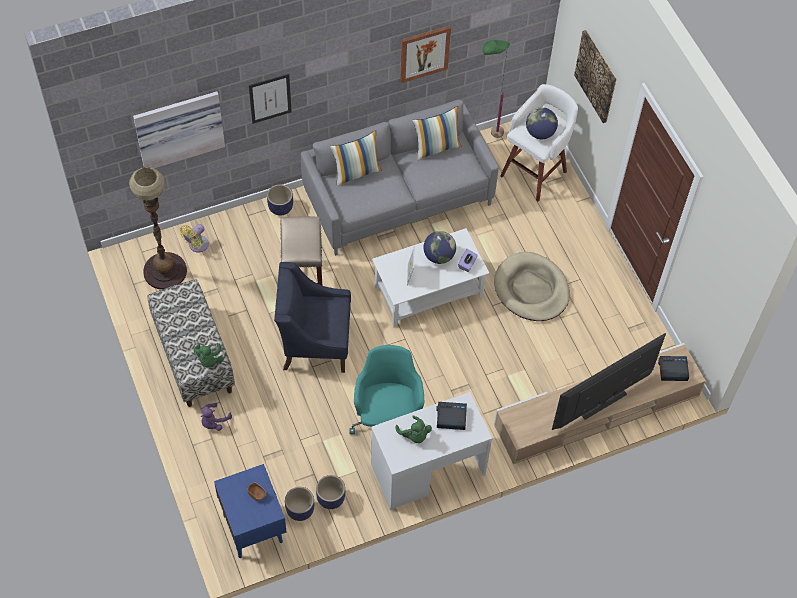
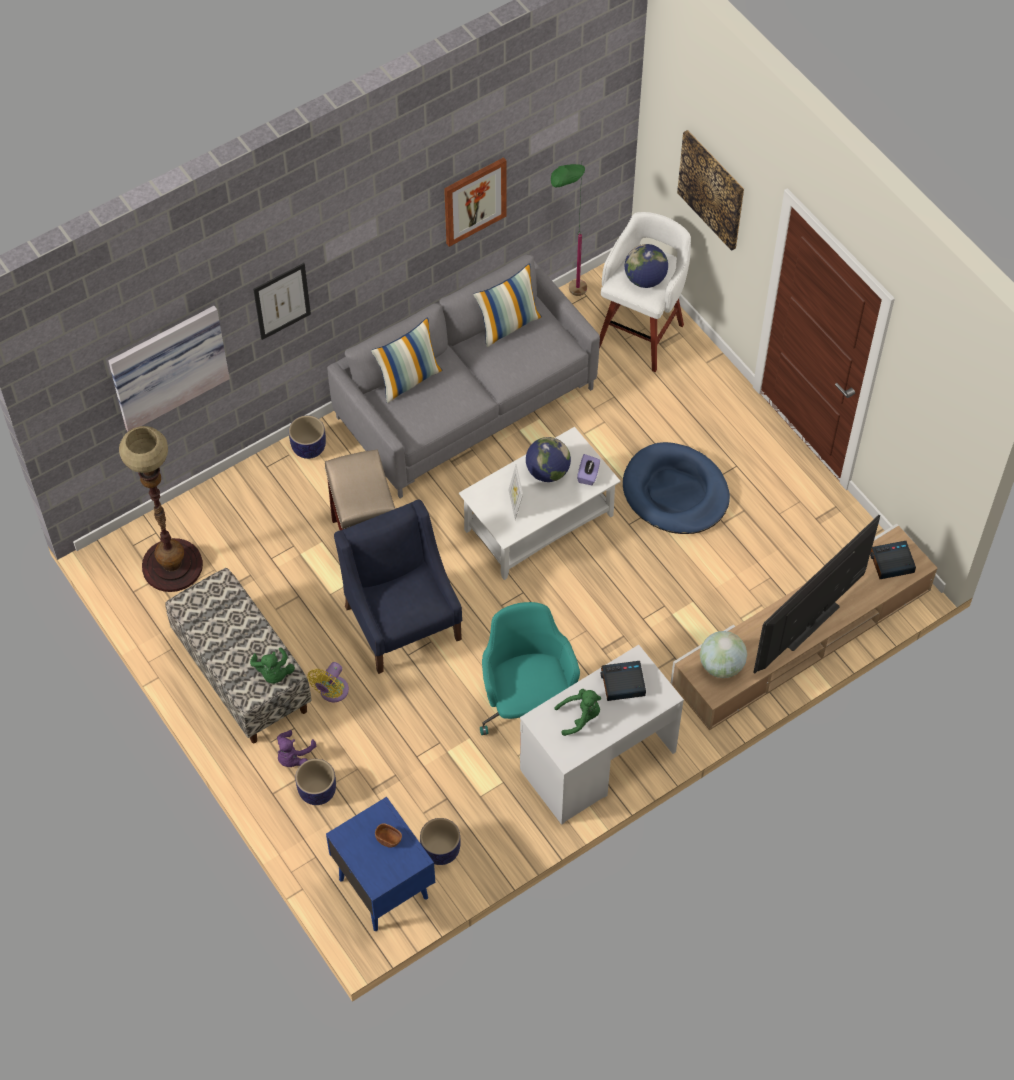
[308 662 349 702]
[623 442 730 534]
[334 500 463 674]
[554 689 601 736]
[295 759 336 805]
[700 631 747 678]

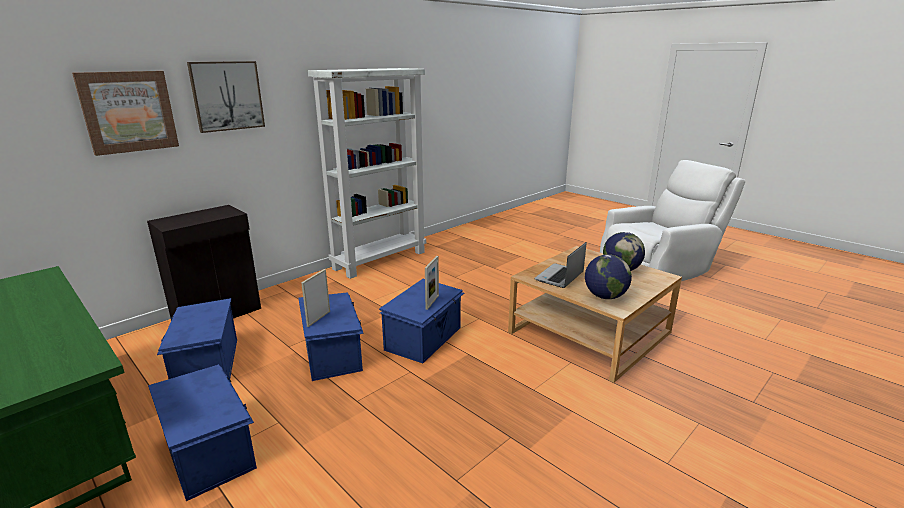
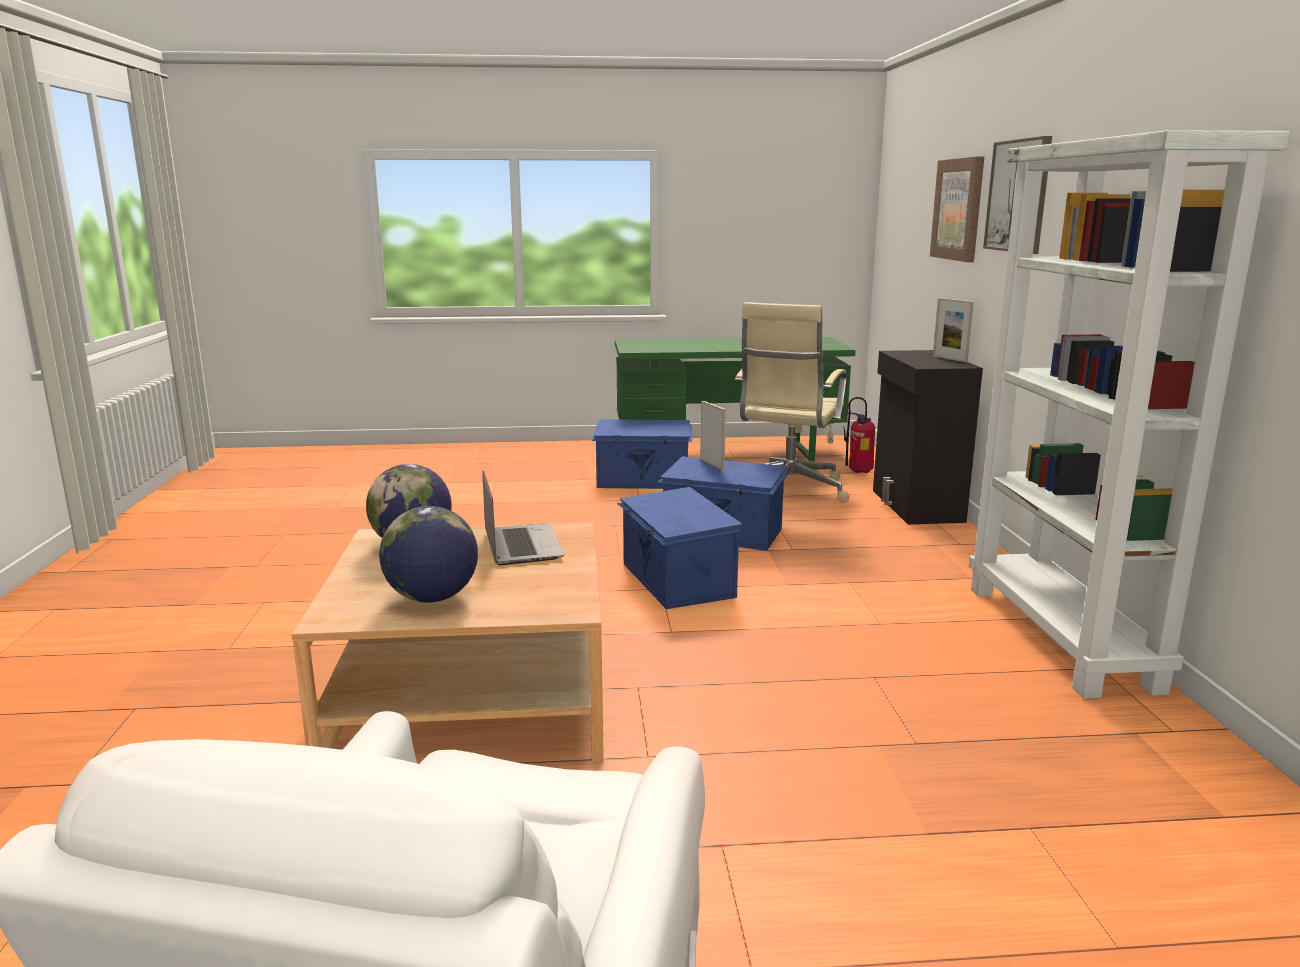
[933 298 974 362]
[735 302 849 503]
[843 397 875 473]

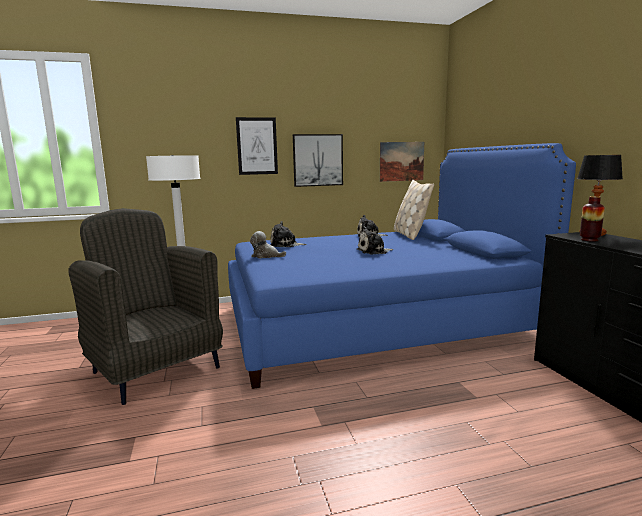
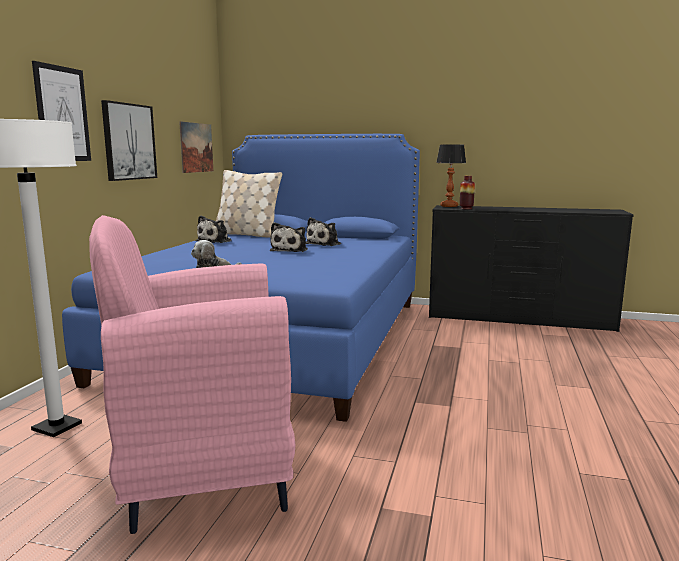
[89 215 295 534]
[306 217 341 246]

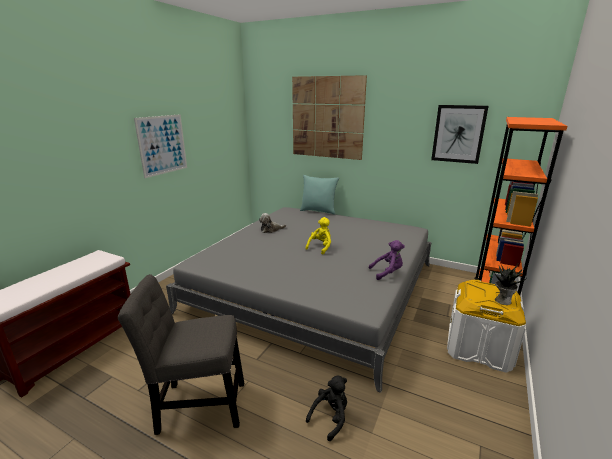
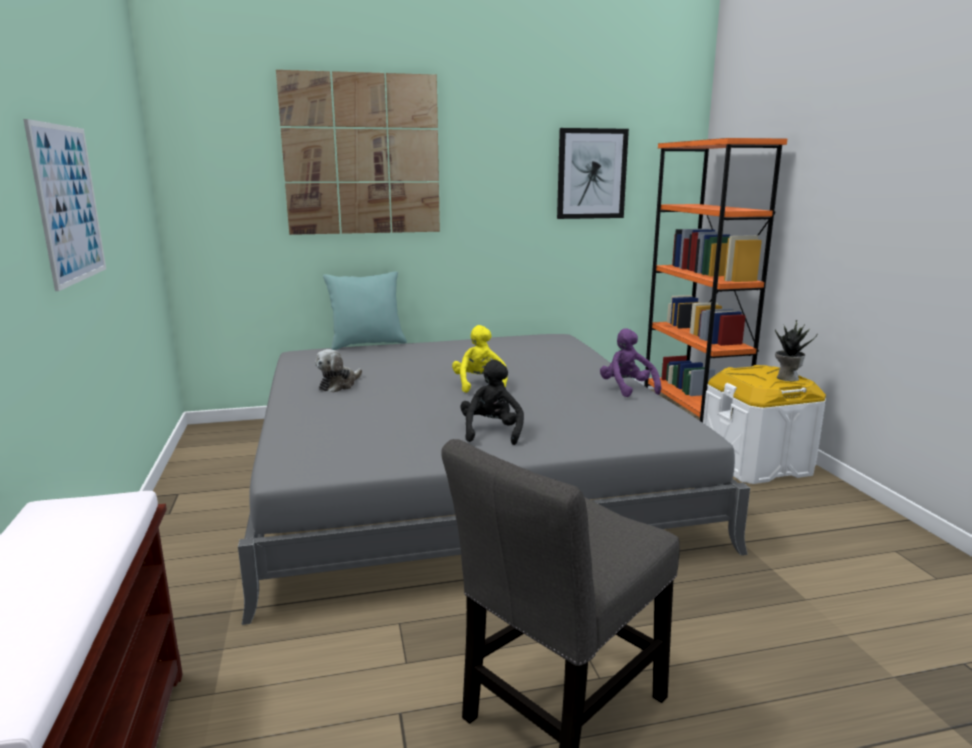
[600 328 661 397]
[460 360 524 445]

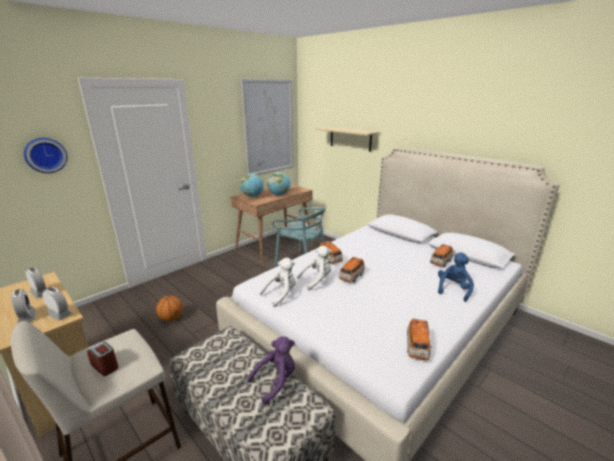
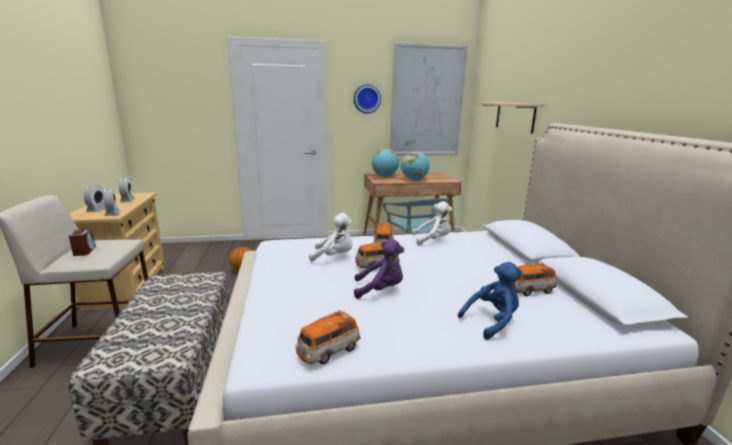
[354 84 381 114]
[412 201 452 245]
[354 239 404 299]

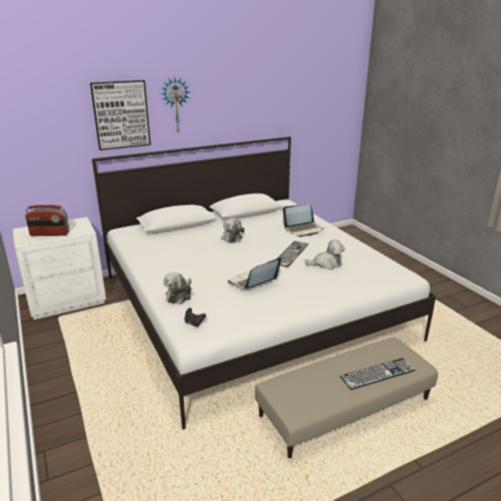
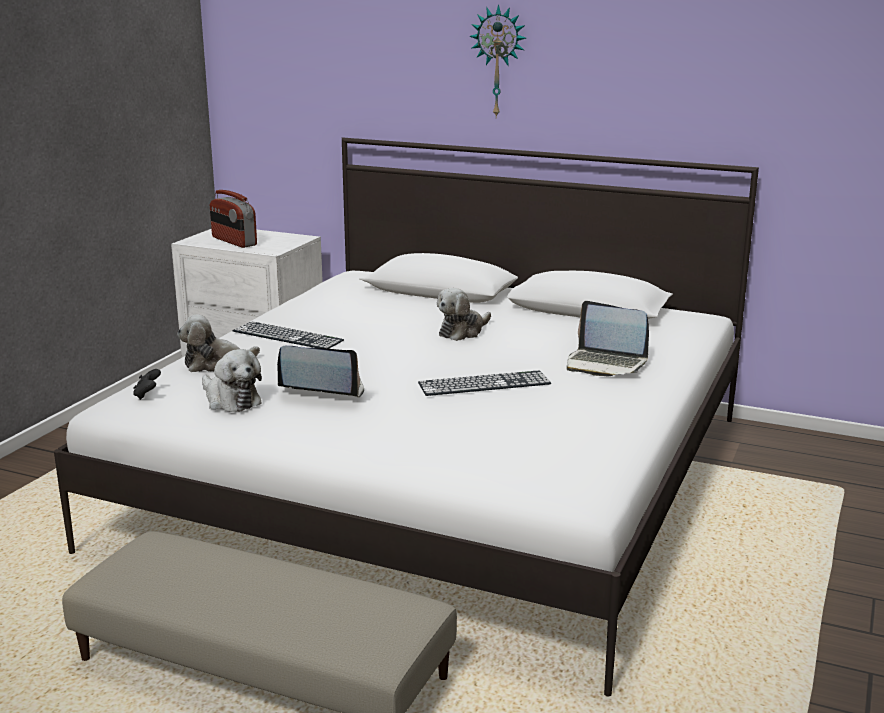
[90 80 151 150] (first image)
[202 349 262 412]
[233 321 344 349]

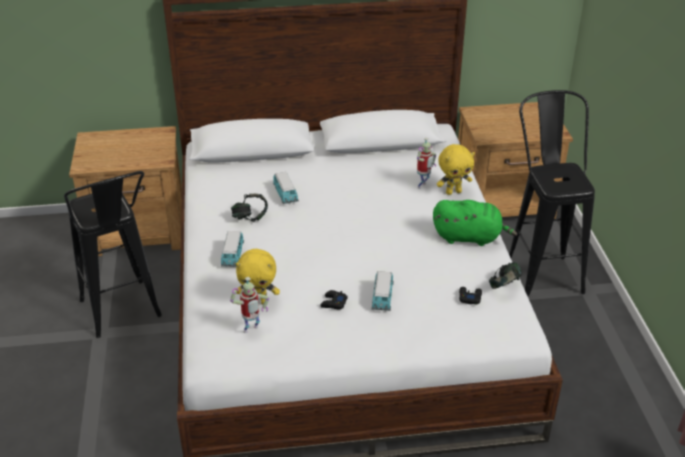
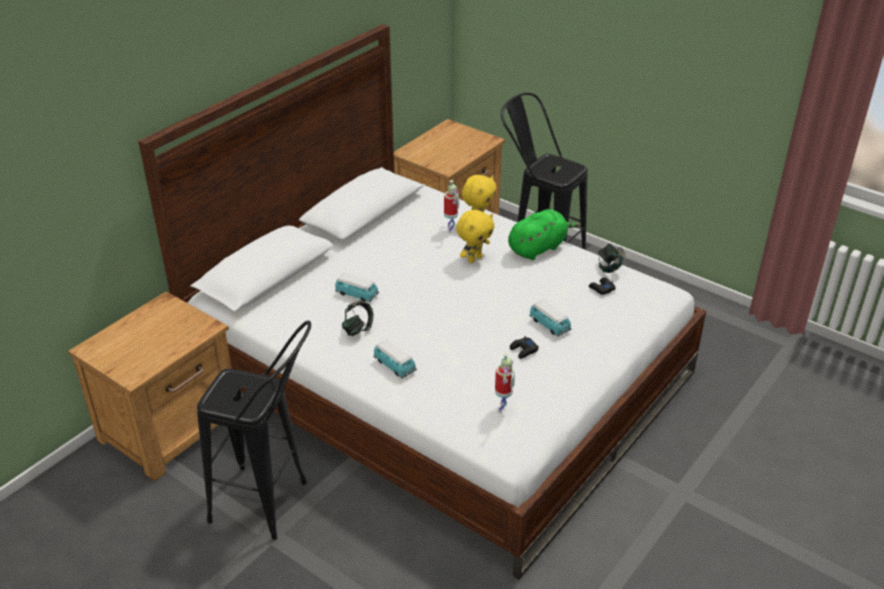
[456 210 494 263]

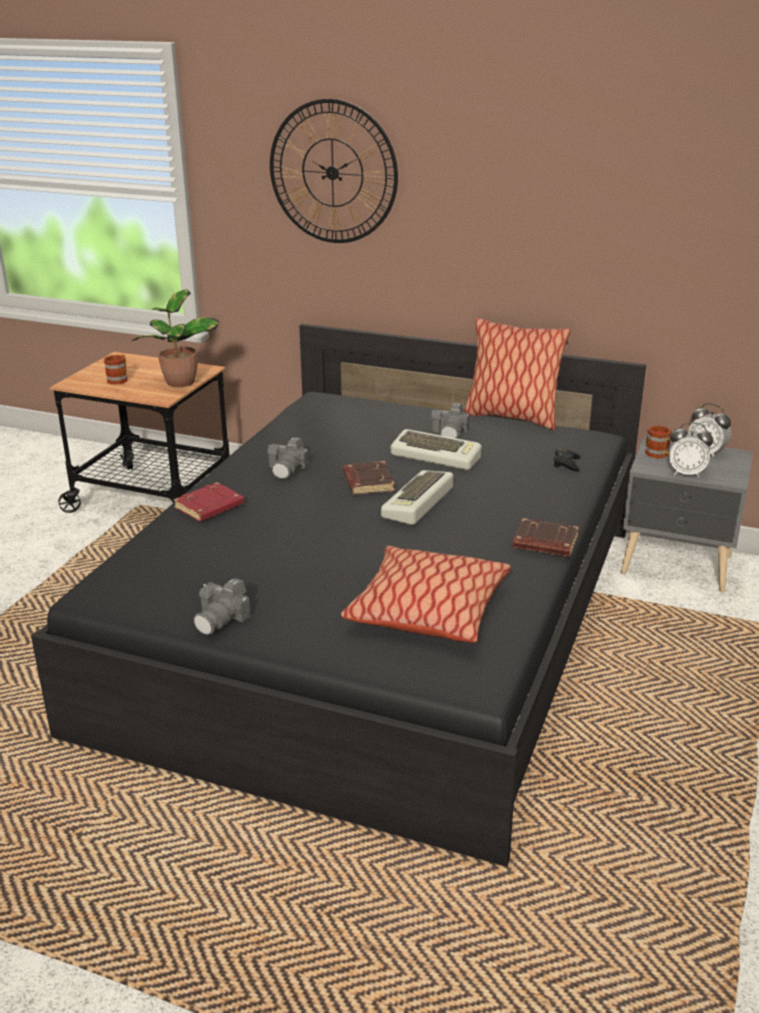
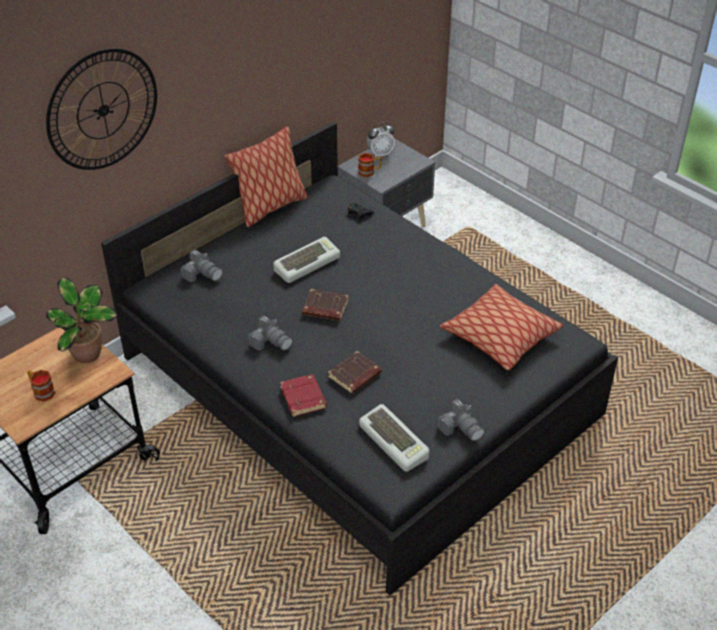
[180 250 223 282]
[669 422 714 478] (first image)
[359 404 429 472]
[328 351 382 394]

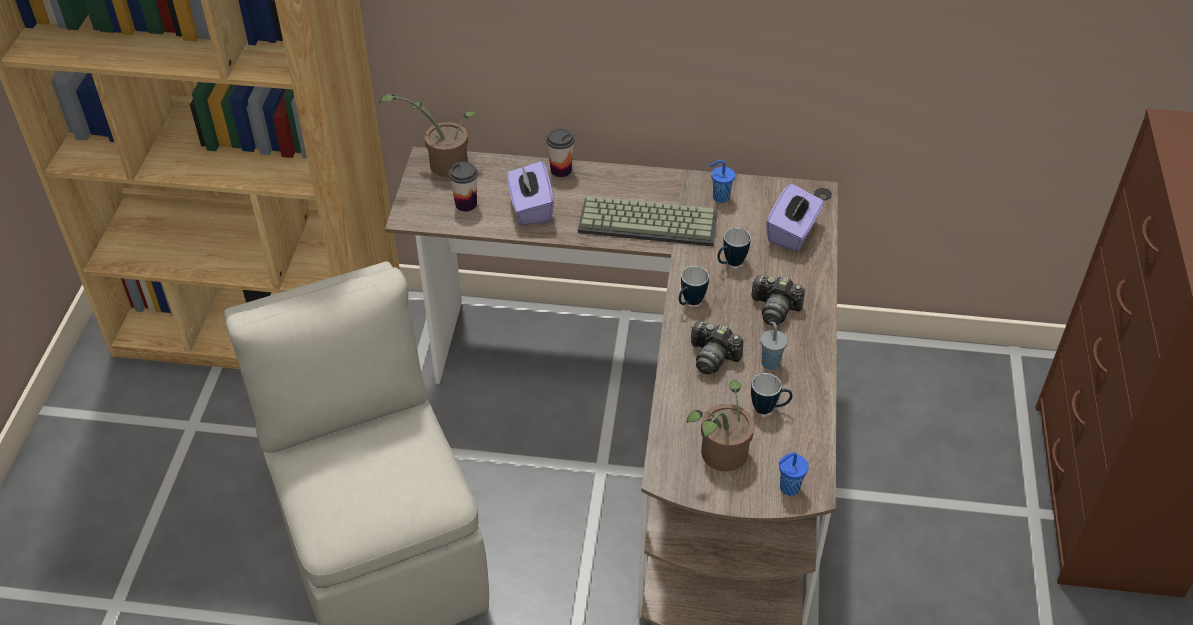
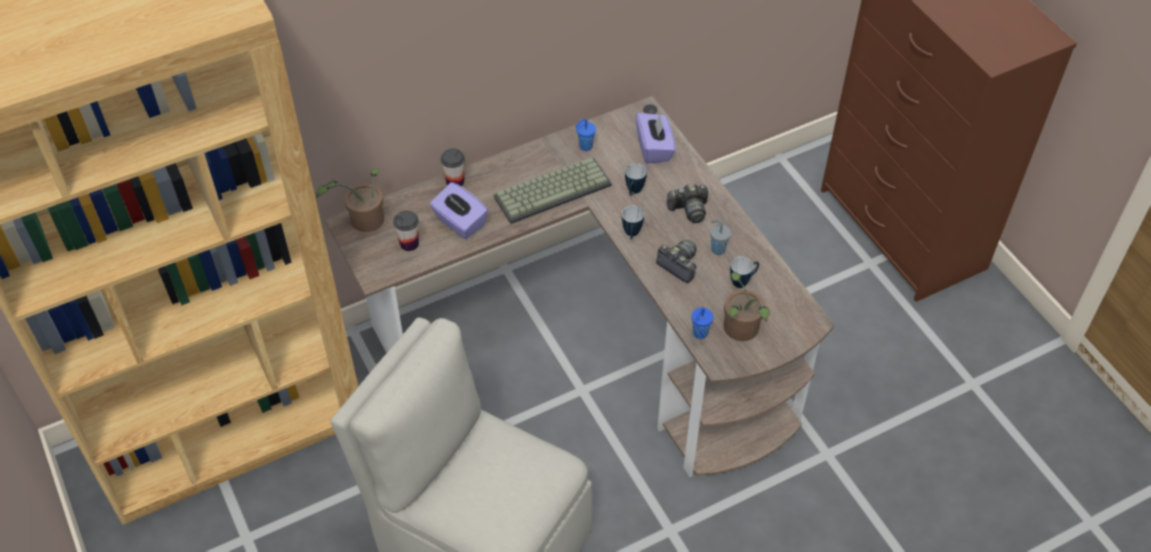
[656 240 697 283]
[691 307 713 339]

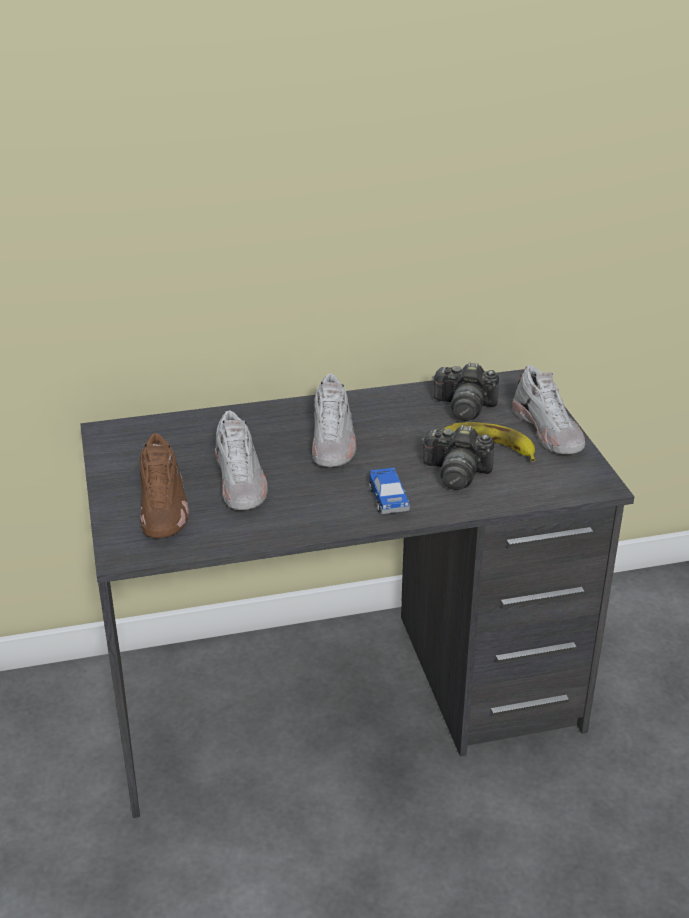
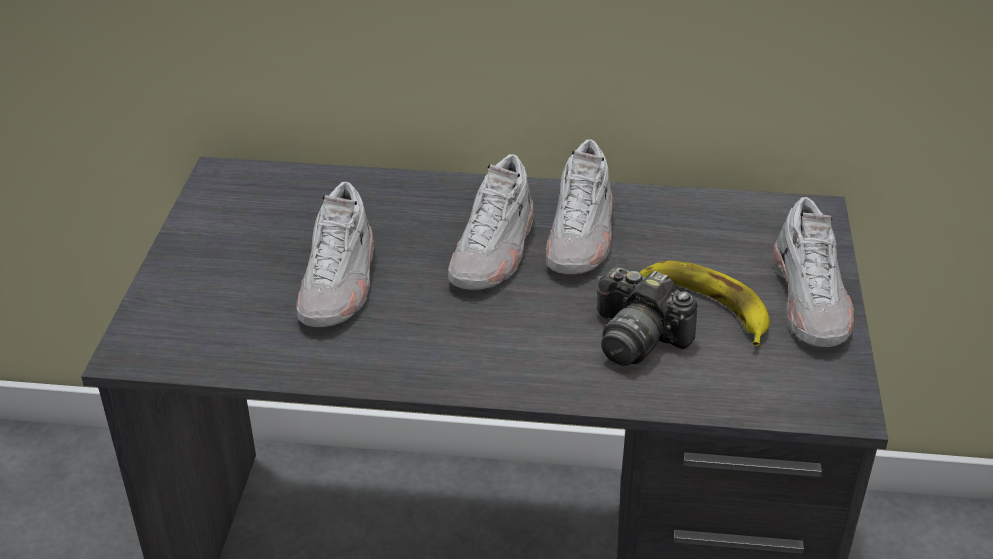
[432 362 499 421] (first image)
[139 433 189 538] (first image)
[369 467 410 514] (first image)
[546 139 613 275]

